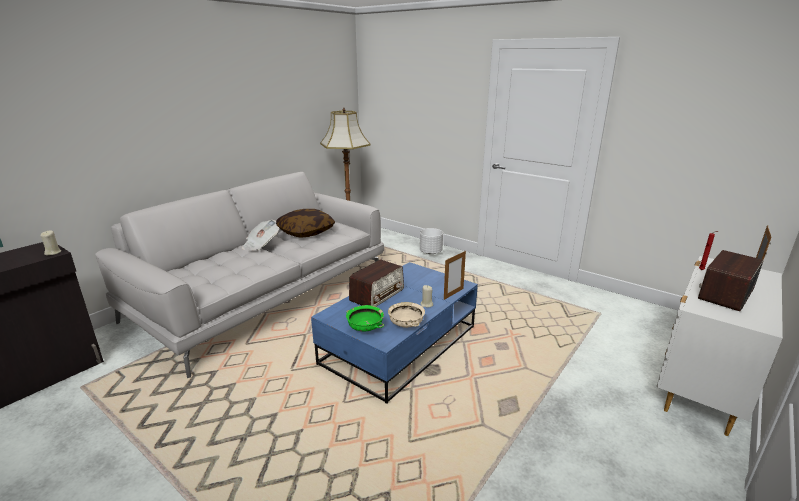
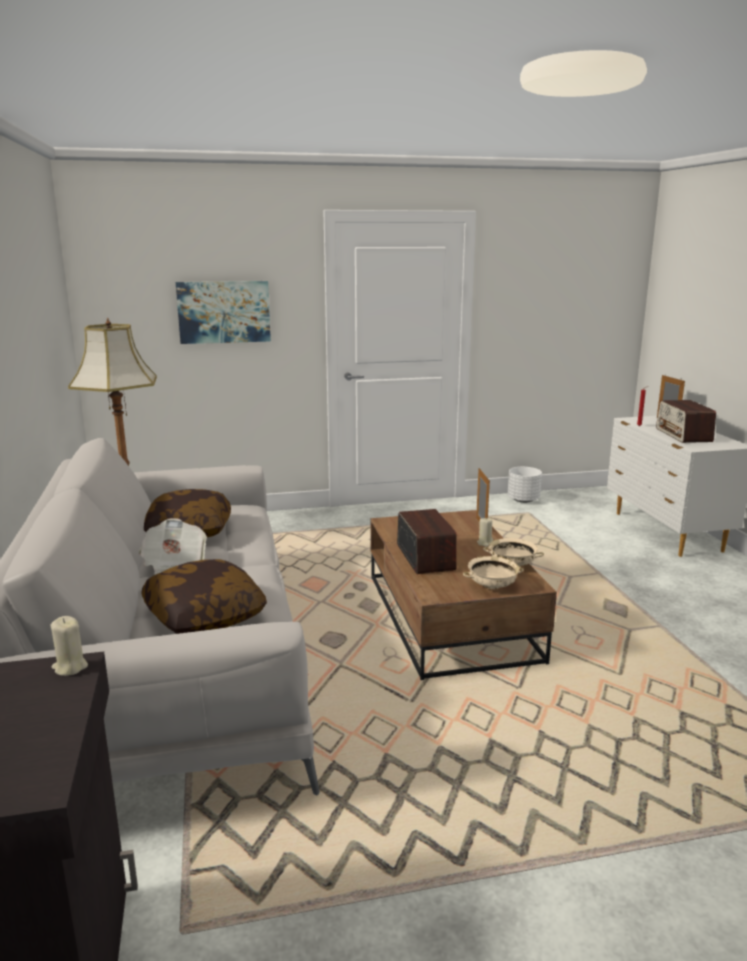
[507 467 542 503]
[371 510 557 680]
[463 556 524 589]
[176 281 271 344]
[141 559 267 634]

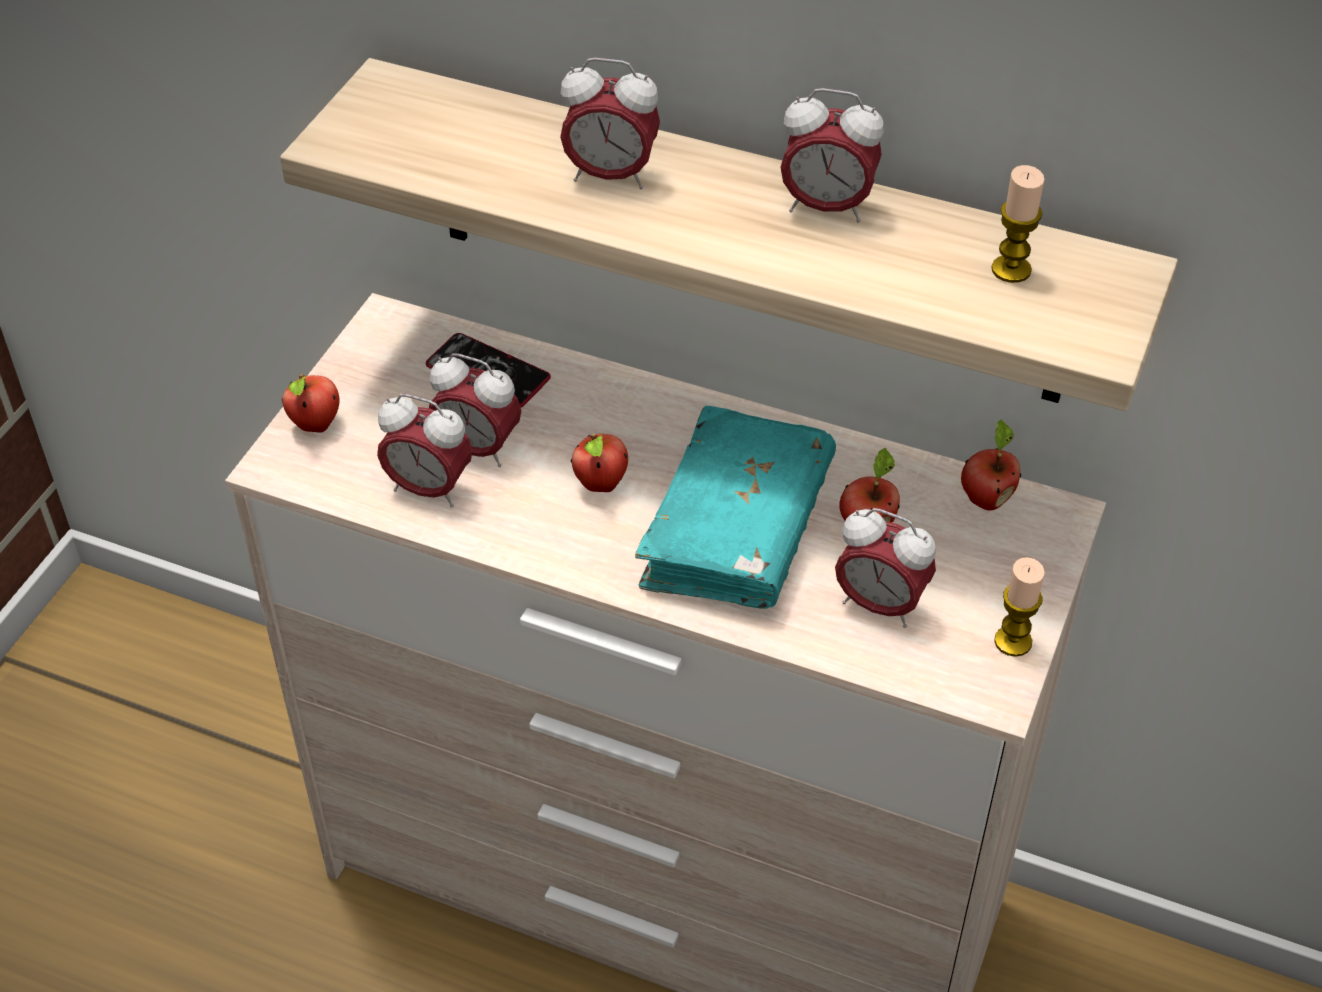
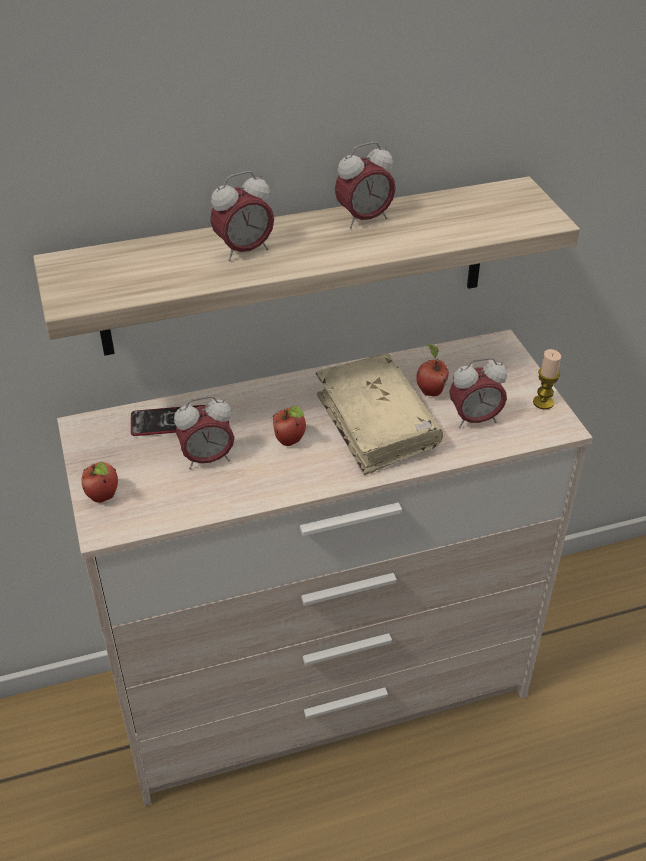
[991 165 1045 283] (first image)
[377 394 473 507] (first image)
[316 353 443 475]
[961 419 1021 510] (first image)

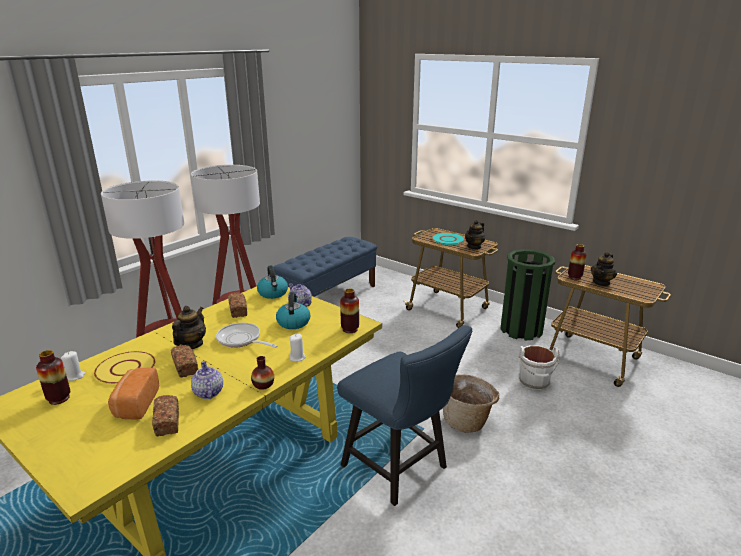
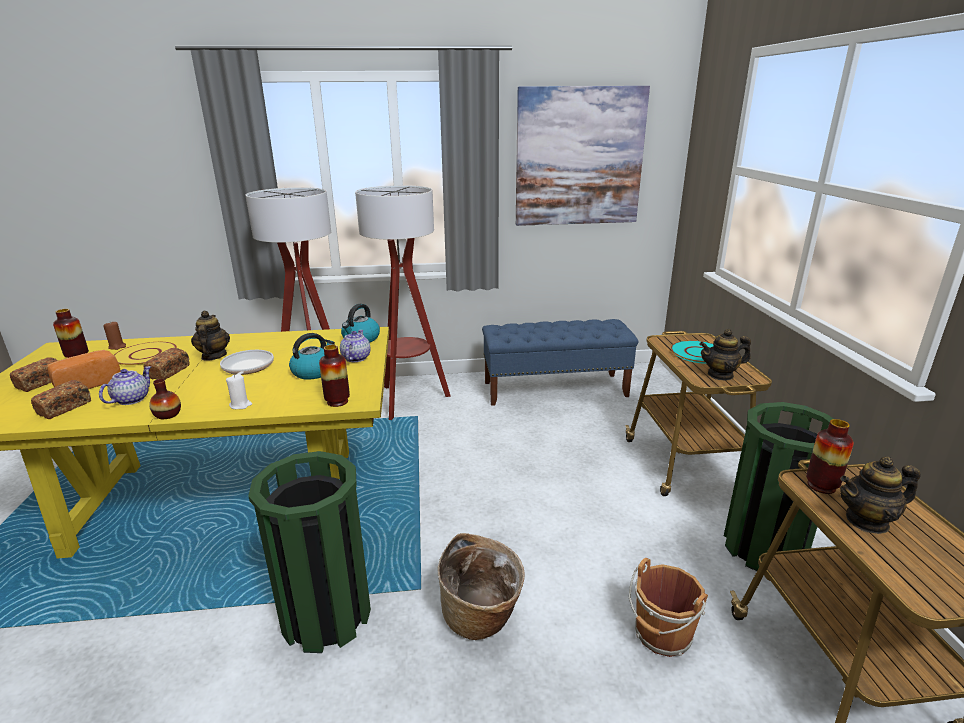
[10 357 58 392]
[191 311 230 361]
[248 451 371 653]
[629 558 708 657]
[103 322 126 350]
[516 86 650 226]

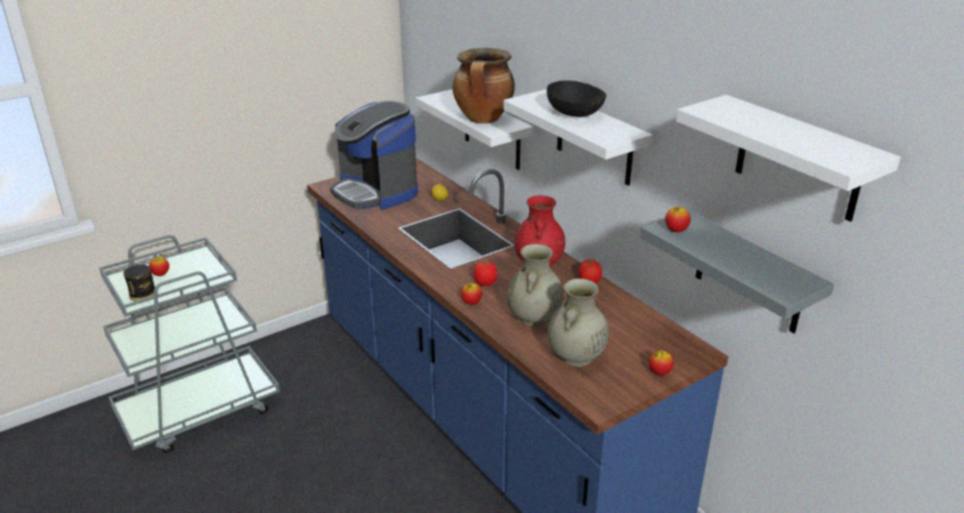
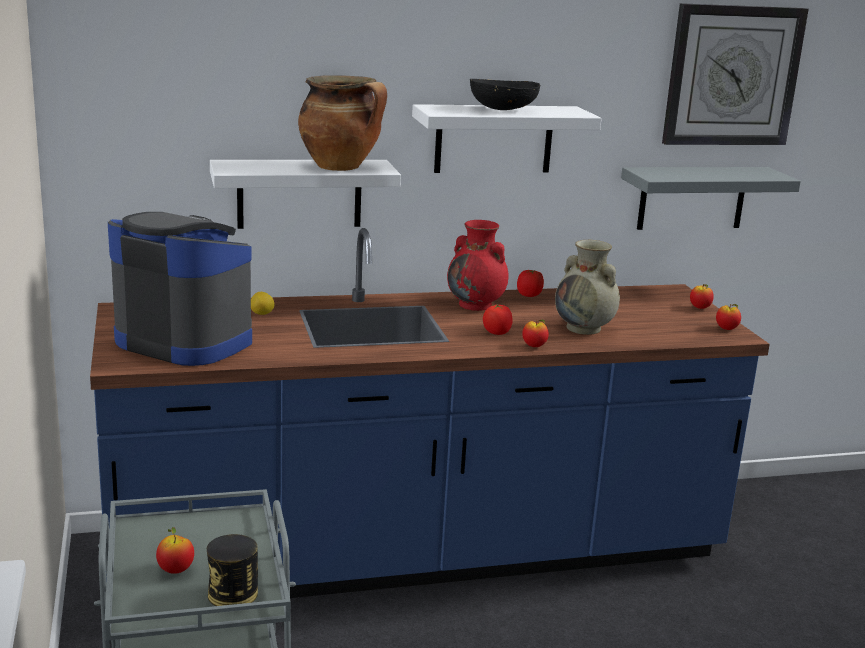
[662 3 809 145]
[108 212 252 366]
[716 304 741 330]
[548 278 609 367] (first image)

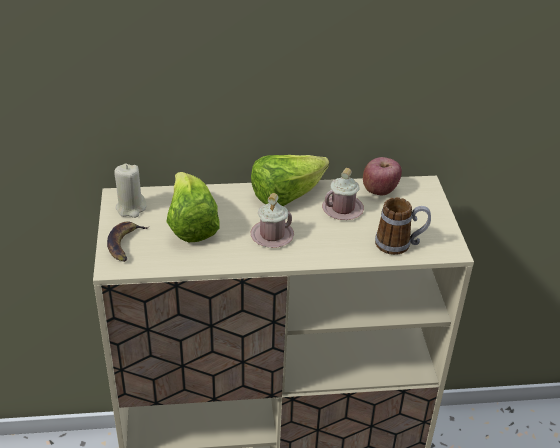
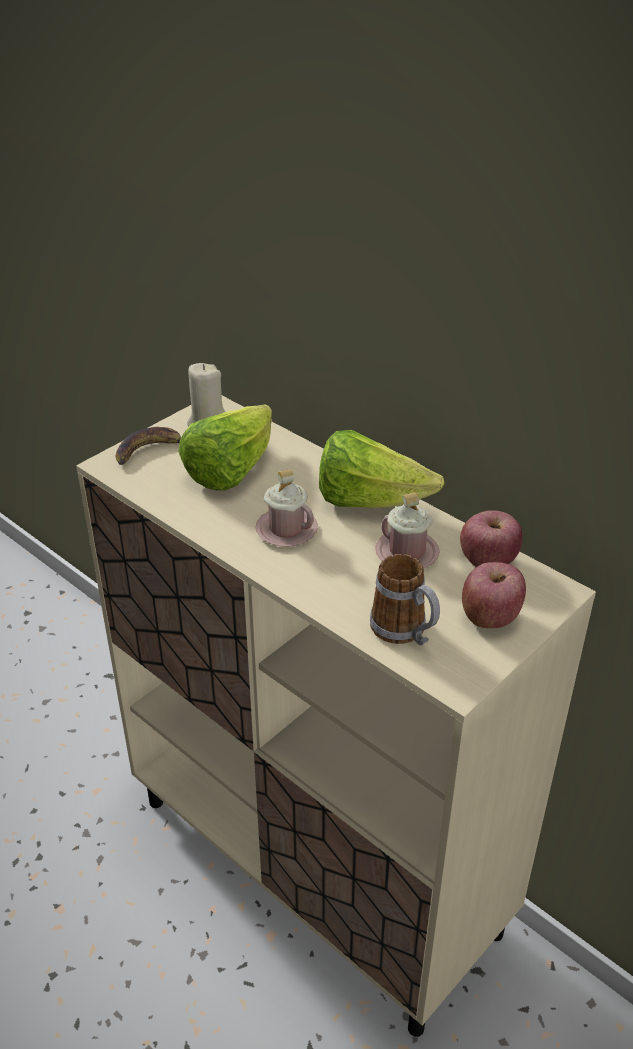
[462 562 526 628]

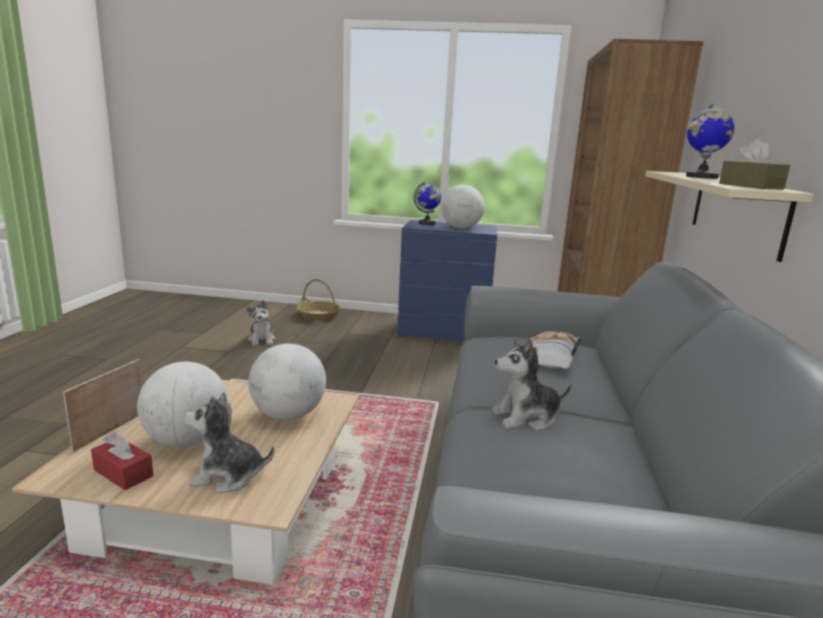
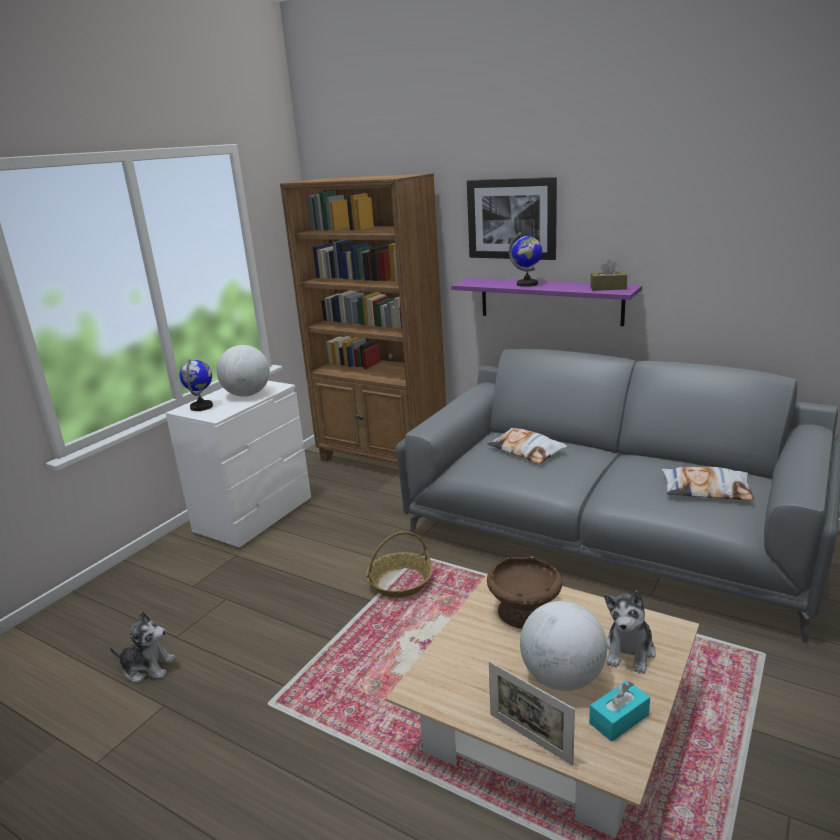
[451 278 642 326]
[166 381 311 549]
[366 531 433 598]
[492 339 571 430] (first image)
[487 556 562 629]
[589 680 650 742]
[467 177 557 260]
[662 467 754 500]

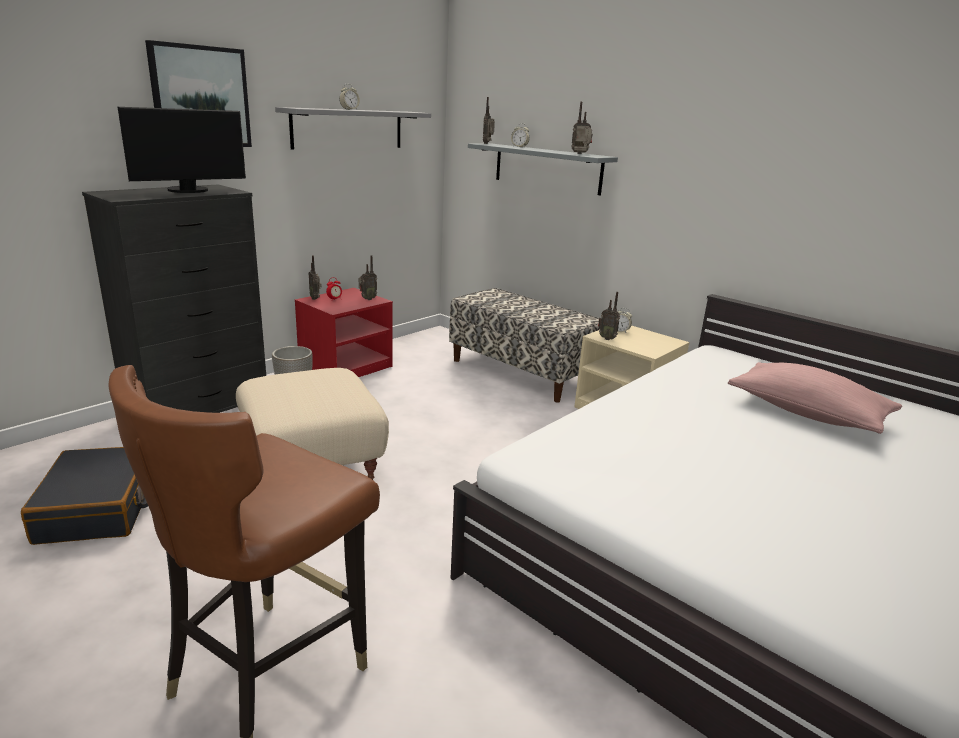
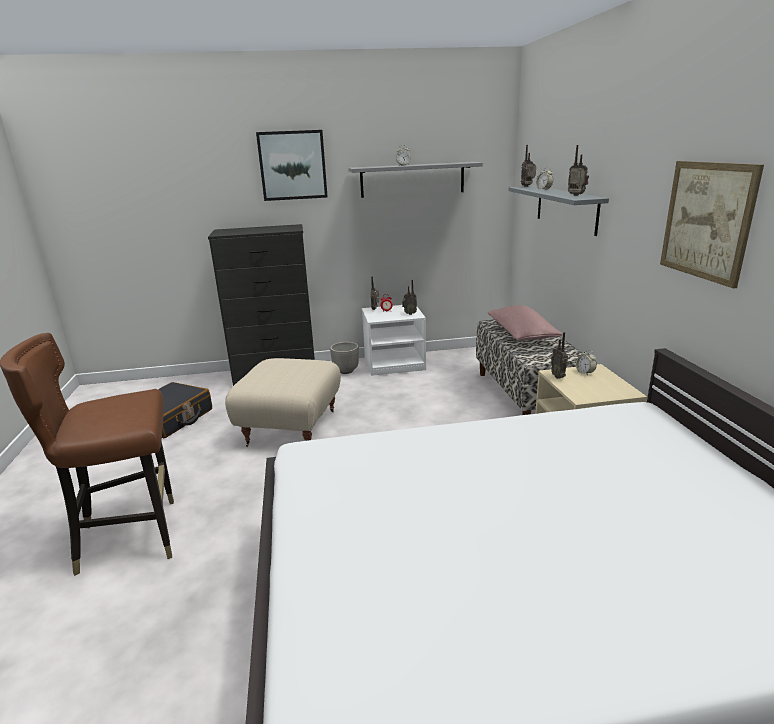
[118 107 246 193] (first image)
[362 305 426 376]
[488 305 563 340]
[660 161 764 288]

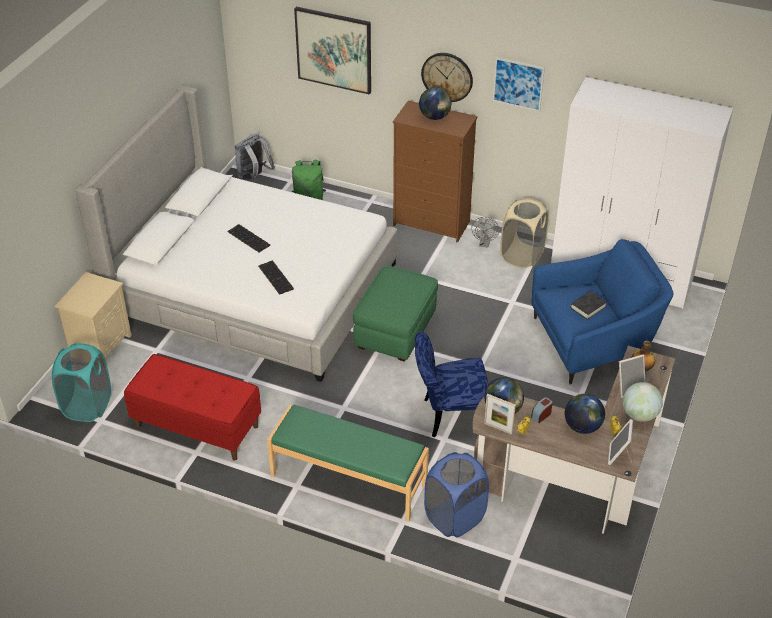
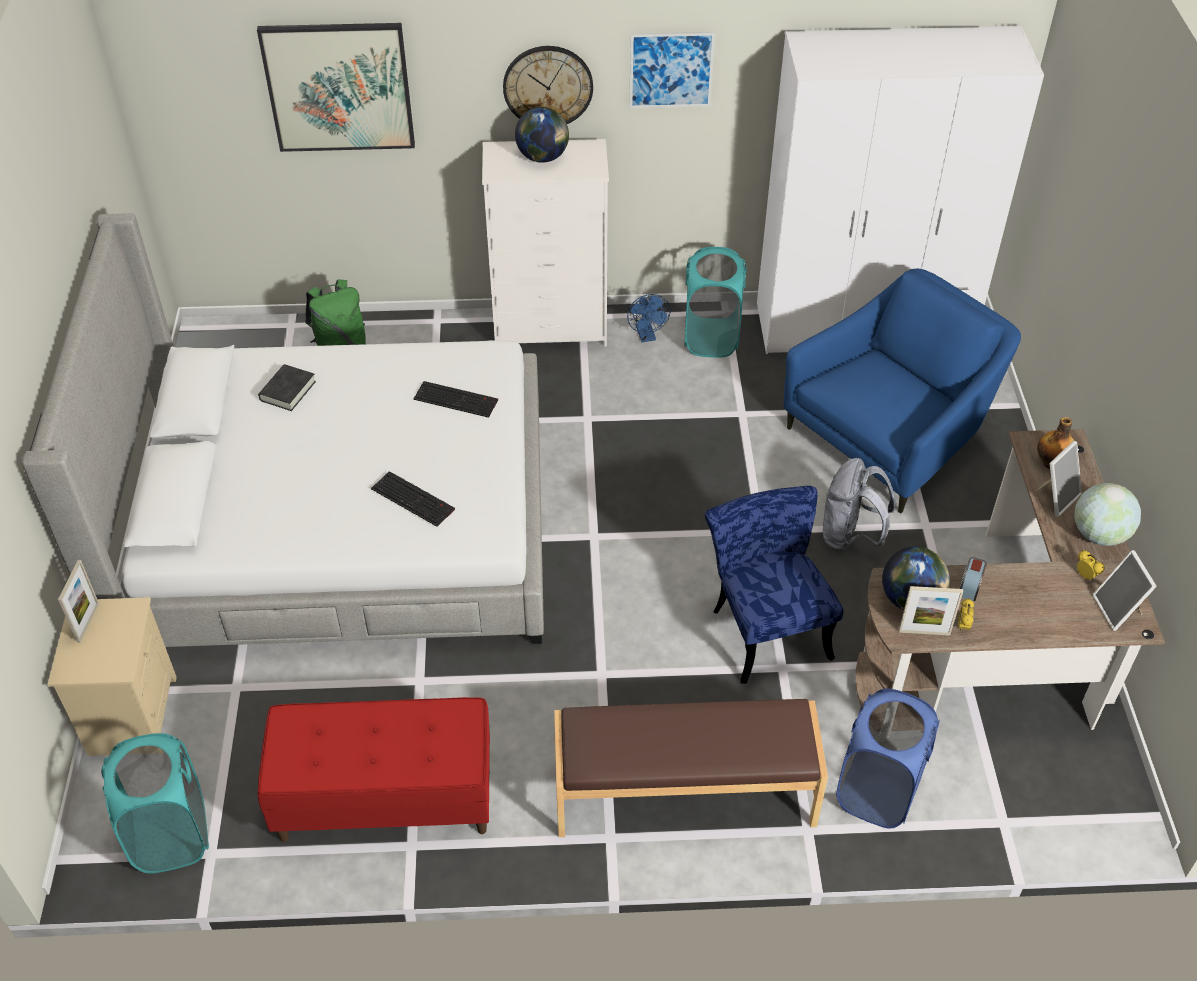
[482 139 609 347]
[823 458 896 551]
[684 247 746 358]
[627 294 671 342]
[414 381 498 418]
[353 266 438 362] (first image)
[258 364 316 411]
[705 486 844 684]
[565 393 605 434] (first image)
[554 699 828 837]
[58 560 99 643]

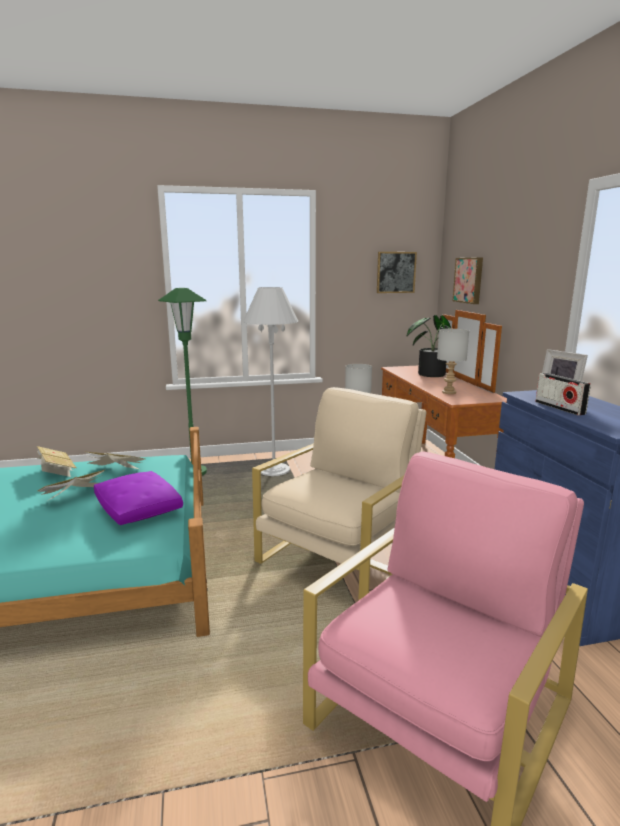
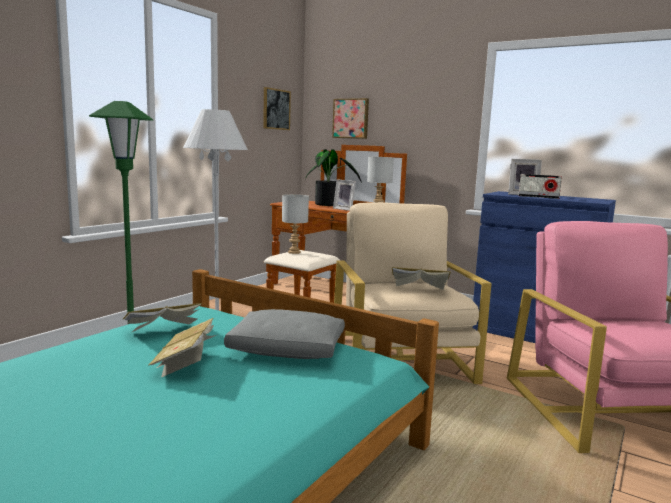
[392 267 451 290]
[224 309 345 359]
[333 179 356 211]

